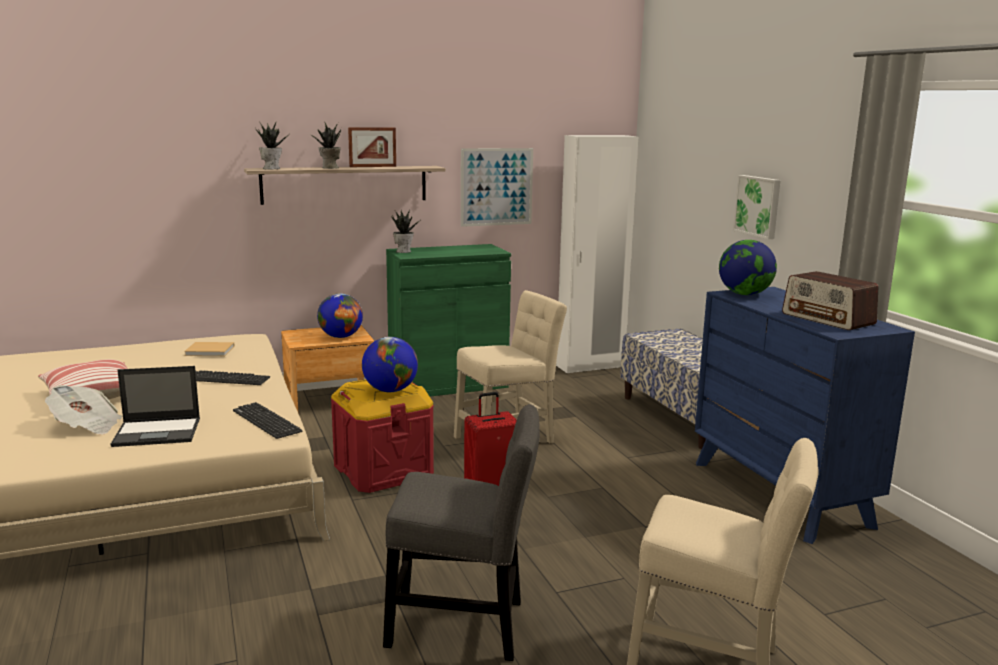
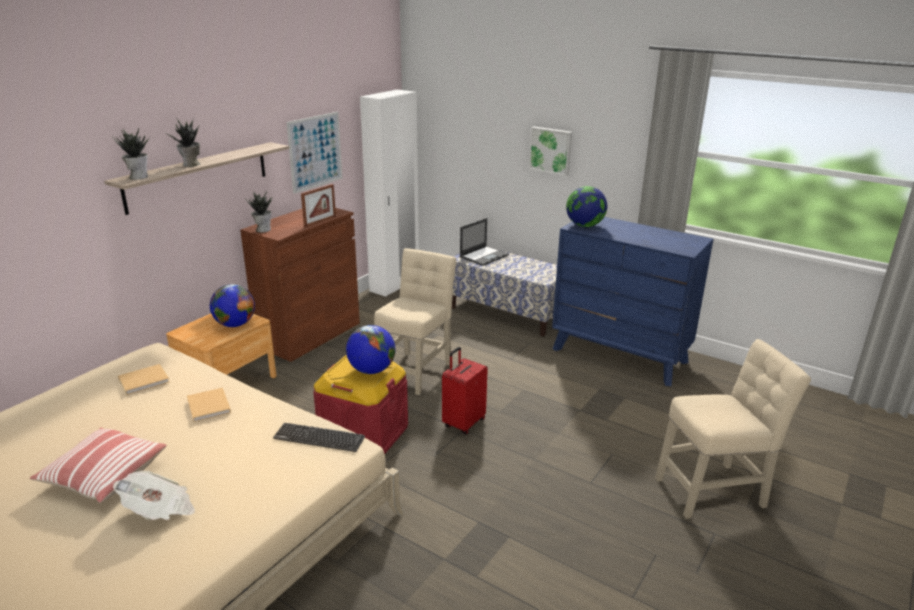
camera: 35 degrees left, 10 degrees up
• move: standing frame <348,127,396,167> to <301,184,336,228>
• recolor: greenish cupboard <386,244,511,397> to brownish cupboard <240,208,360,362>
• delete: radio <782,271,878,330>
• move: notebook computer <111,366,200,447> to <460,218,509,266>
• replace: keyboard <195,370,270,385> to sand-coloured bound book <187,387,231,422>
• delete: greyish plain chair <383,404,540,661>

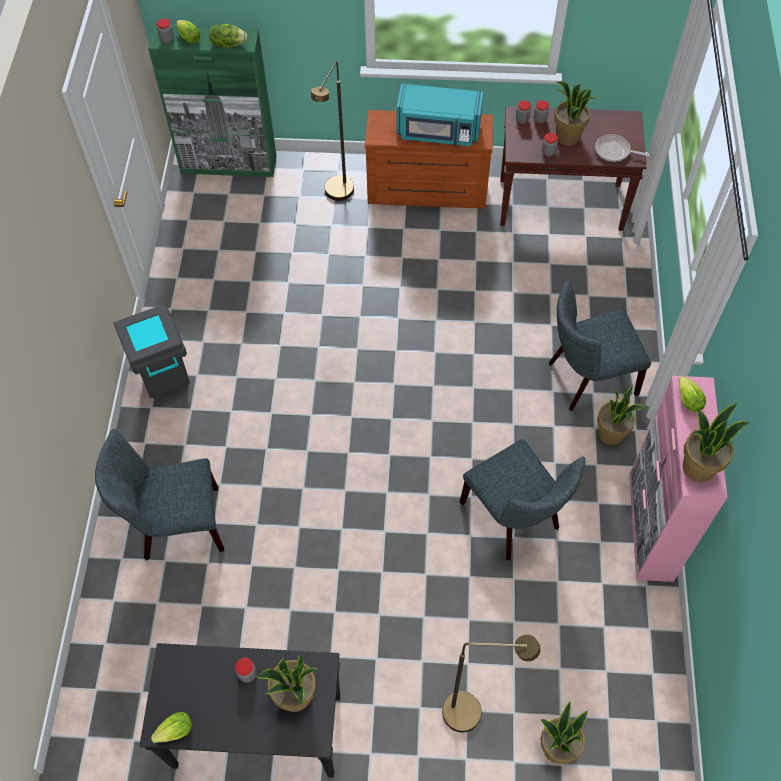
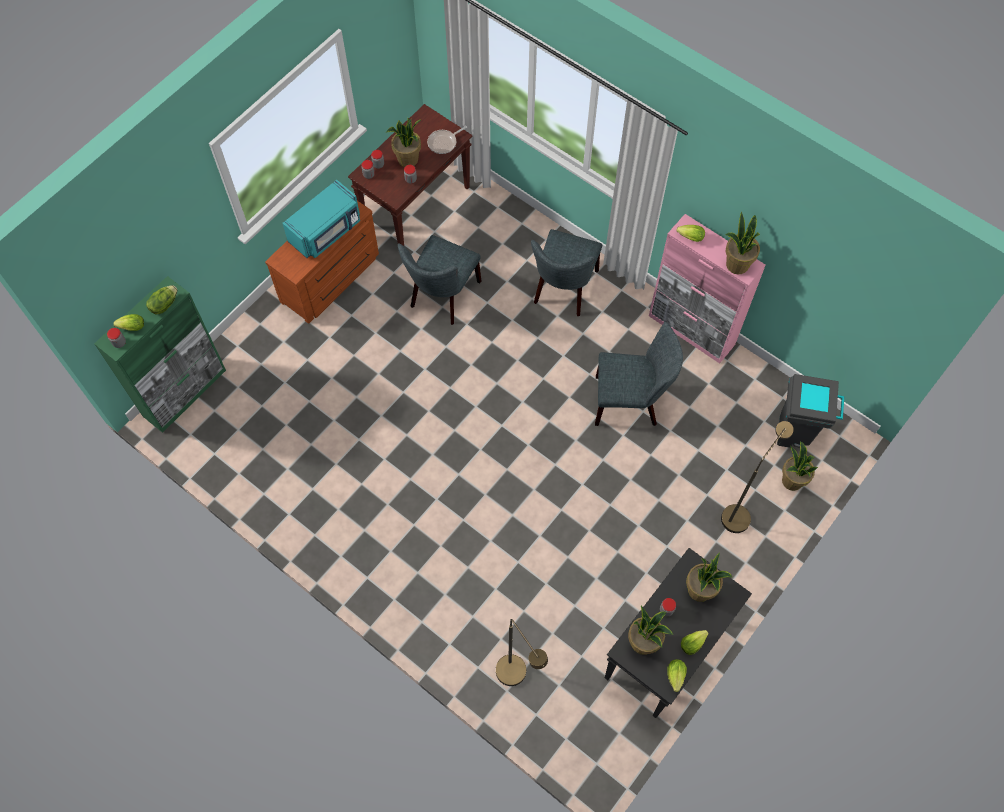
camera: 55 degrees left, 5 degrees up
• move: brownish standard lamp <311,61,354,201> to <496,619,548,686>
• move: greyish trash can <114,304,190,401> to <777,374,844,448>
• move: potted plant <597,384,646,445> to <628,606,673,655>
• move: greyish plain chair <95,429,224,561> to <398,235,481,325>
• insert: lettuce <681,630,709,655>

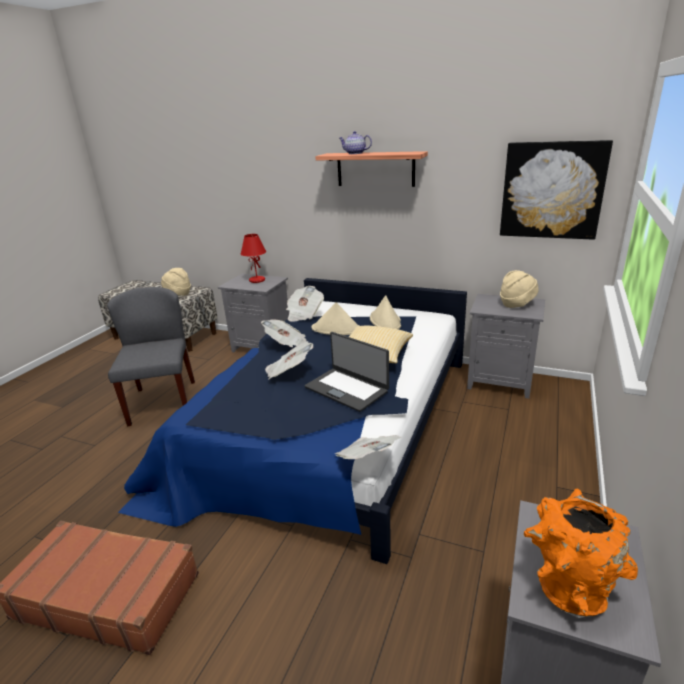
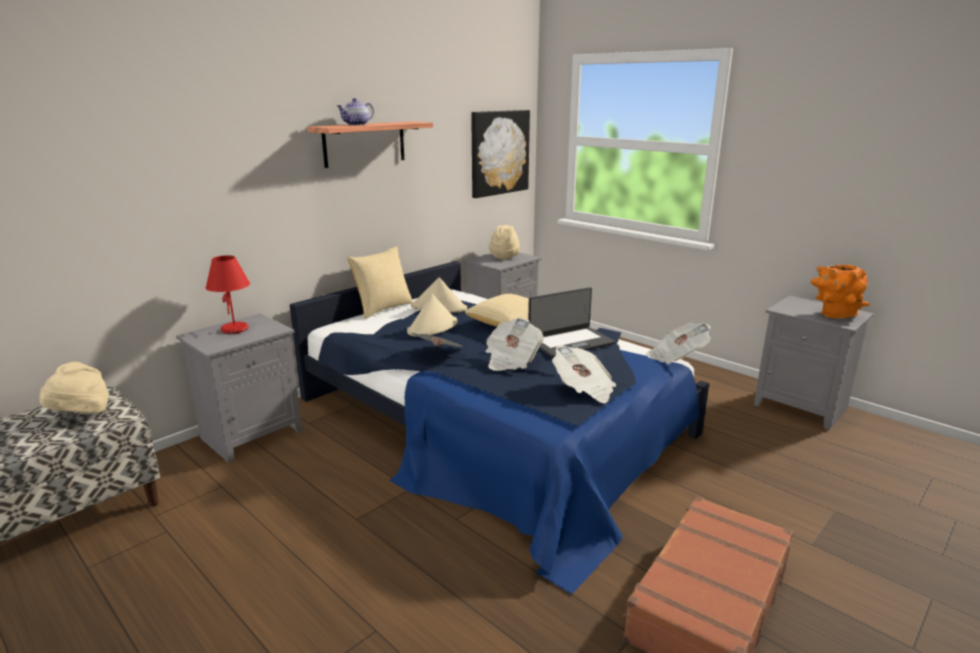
camera: 70 degrees left, 5 degrees down
• move: newspaper <286,286,324,322> to <552,345,616,403>
• delete: greyish plain chair <107,287,195,426>
• insert: throw pillow <347,246,413,319>

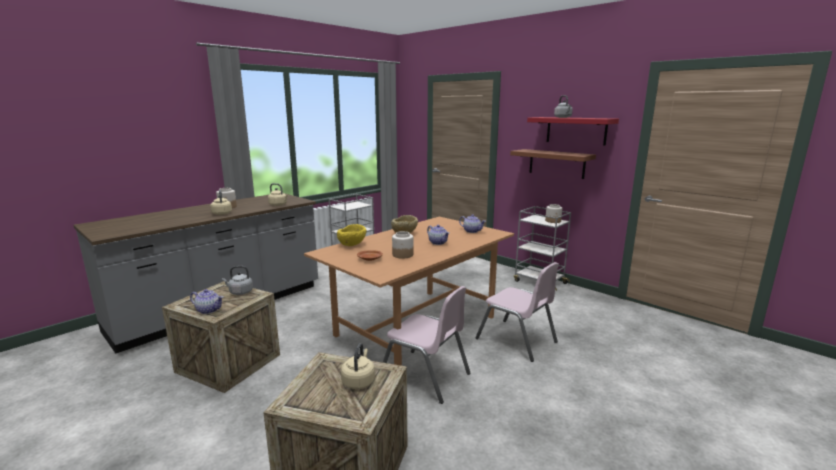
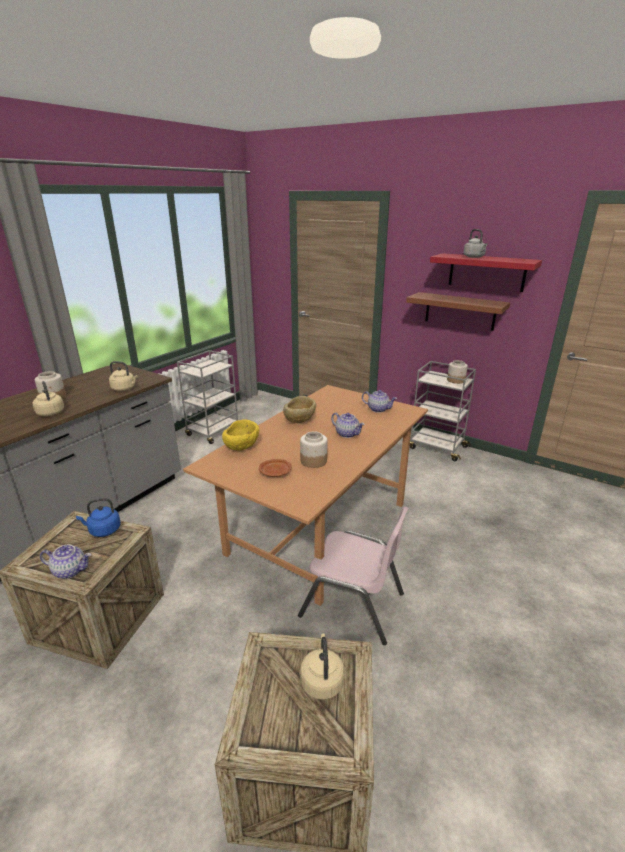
camera: 10 degrees left, 10 degrees up
• delete: pink plain chair <475,262,559,362>
• recolor: greyish water kettle <222,266,253,295> to blue water kettle <76,498,121,537>

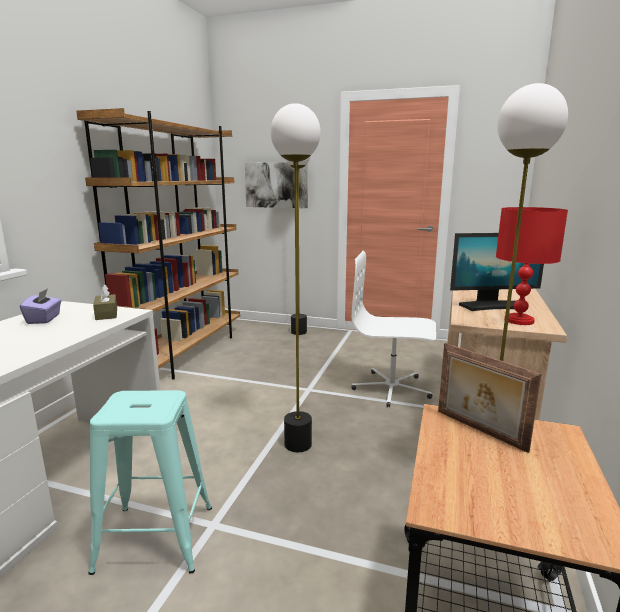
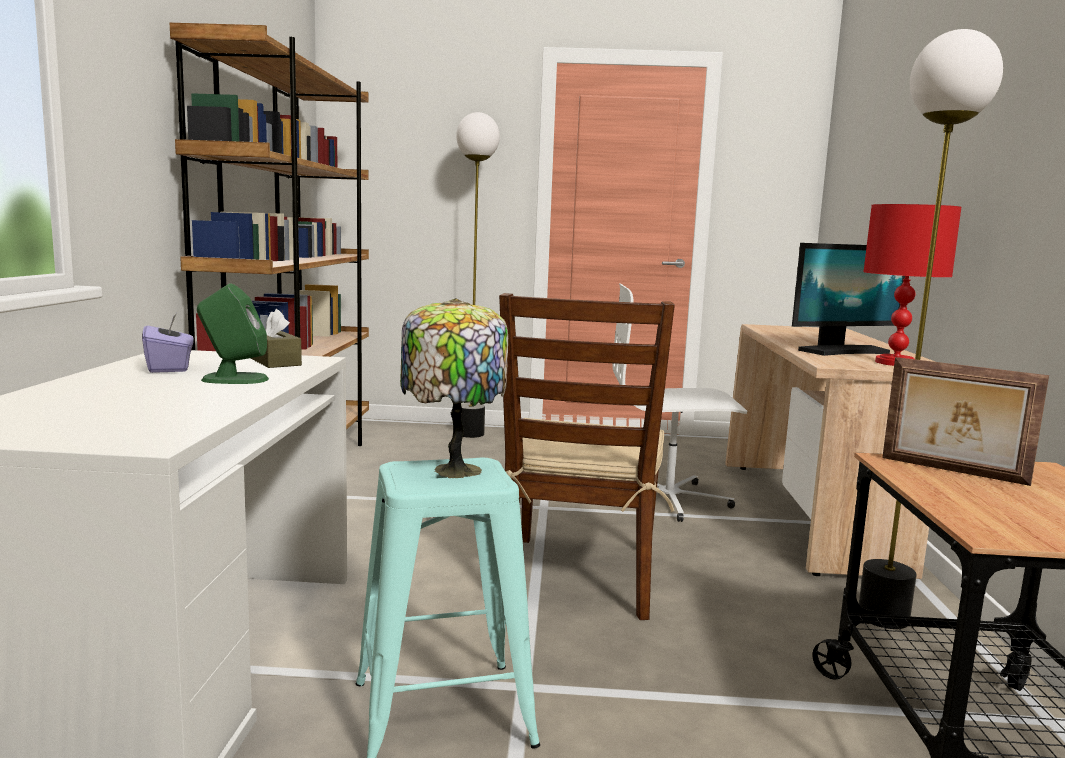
camera: 15 degrees left, 5 degrees down
• replace: standard lamp <271,103,321,452> to brownish plain chair <499,293,675,620>
• delete: wall art <245,162,308,208>
• insert: greenish loudspeaker <197,284,269,384>
• insert: lamp for a table <400,298,508,478>

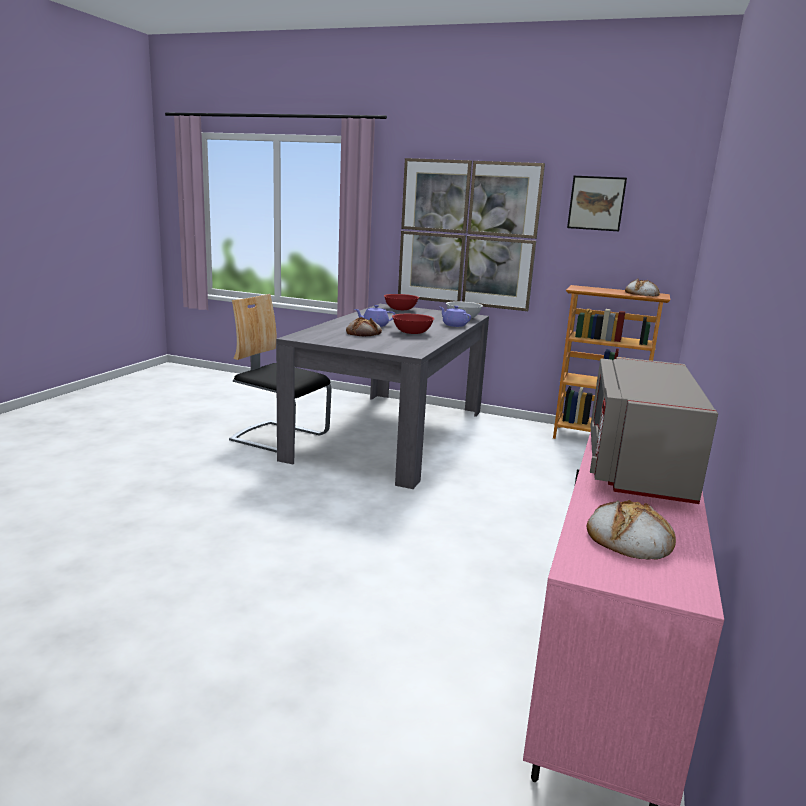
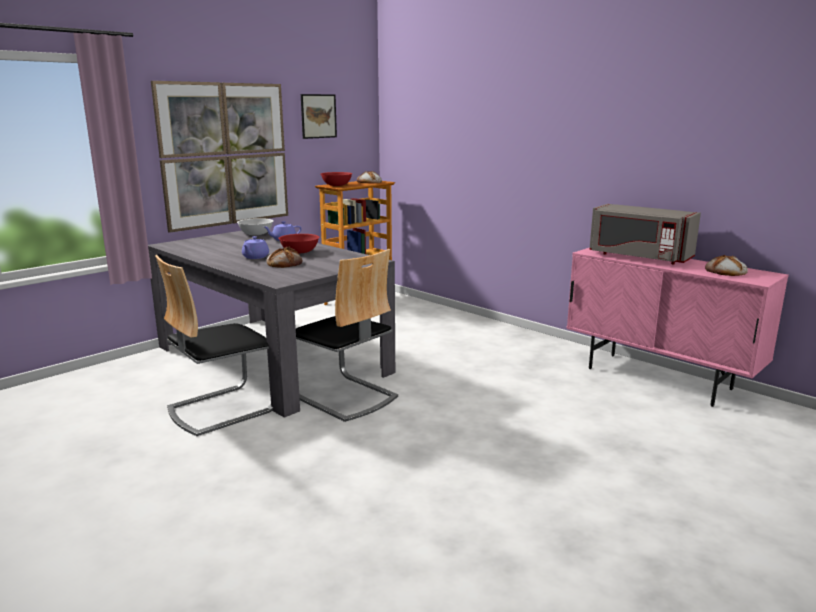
camera: 65 degrees left, 0 degrees up
• move: reddish bowl <384,294,419,310> to <321,172,353,186>
• insert: plain chair <296,249,398,422>

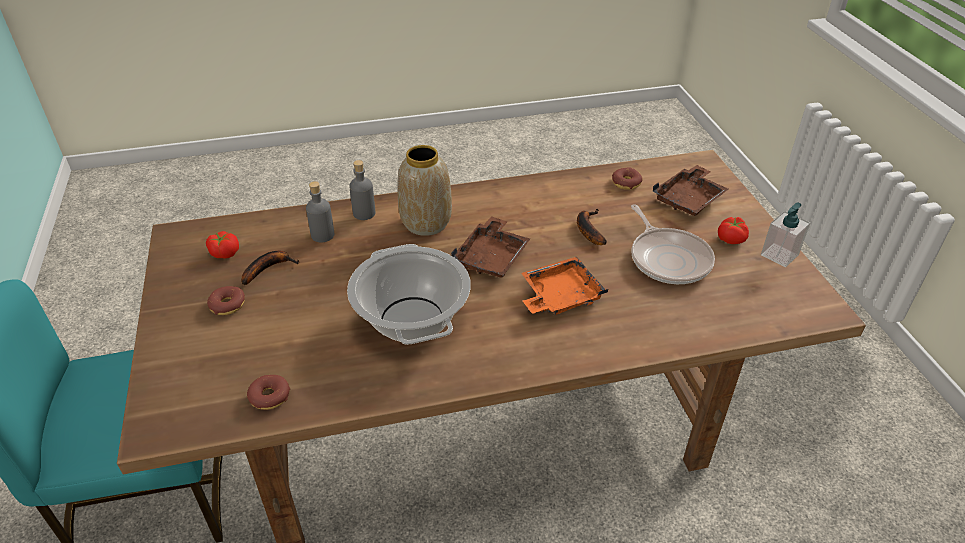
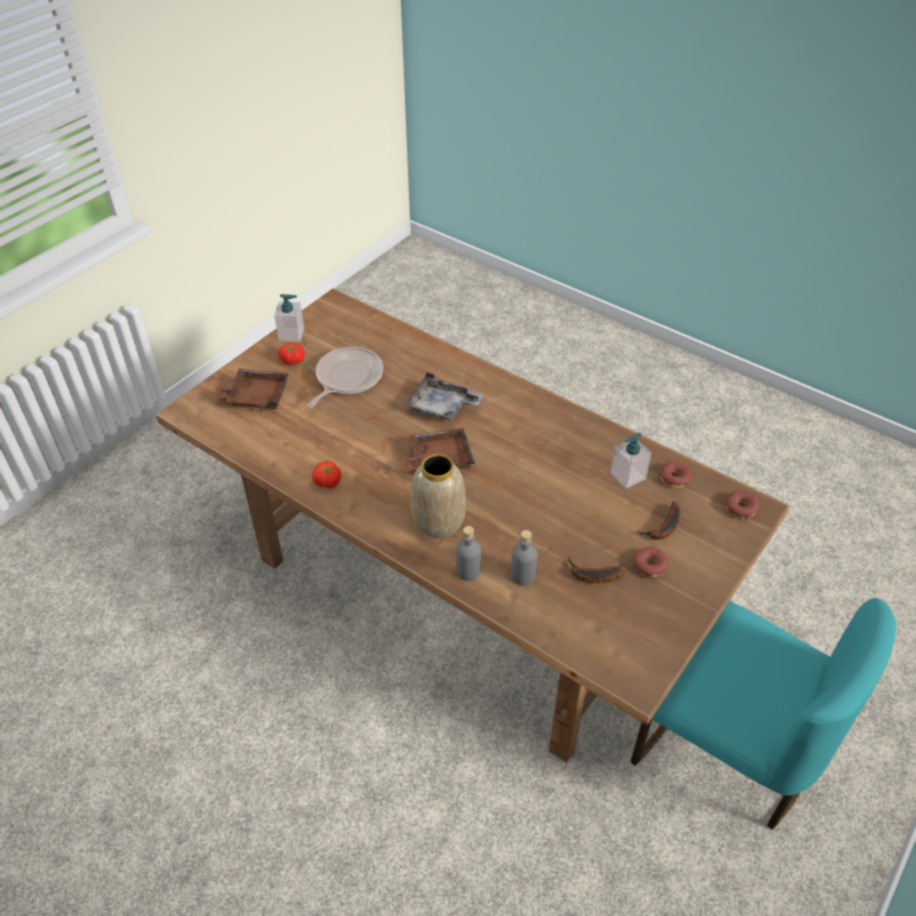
camera: 130 degrees left, 5 degrees up
• move: ring doughnut <612,167,643,190> to <726,491,759,520>
• move: banana <577,209,607,245> to <637,501,680,540>
• move: tomato <206,231,239,258> to <312,461,341,488>
• delete: saucepot <347,244,471,345>
• recolor: orangey serving tray <521,257,608,315> to greyish serving tray <404,372,484,421>
• insert: soap bottle <610,433,651,489>

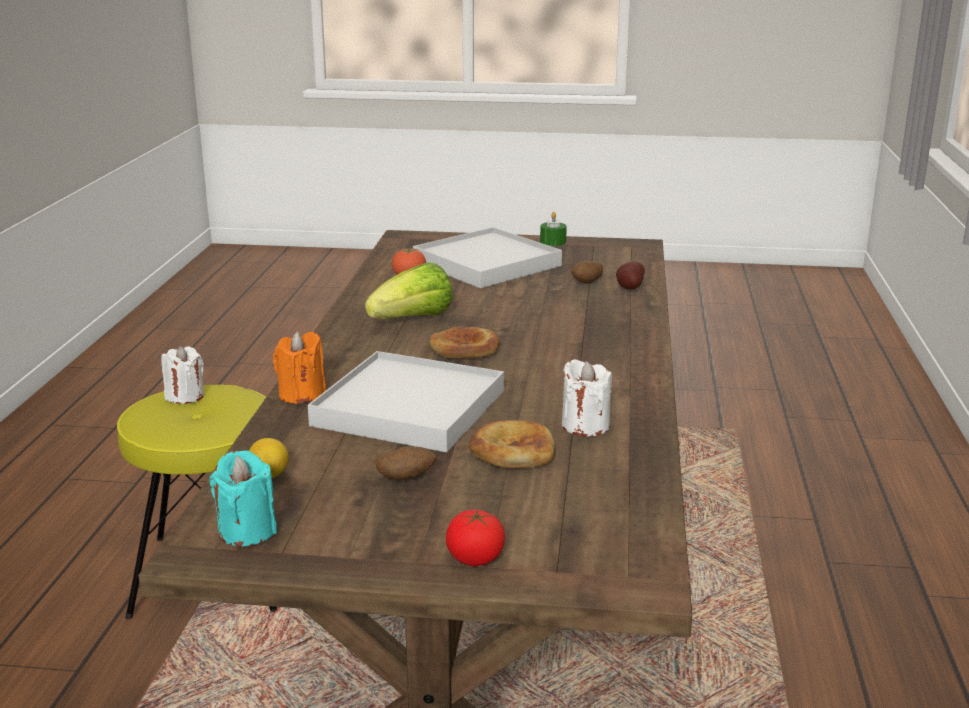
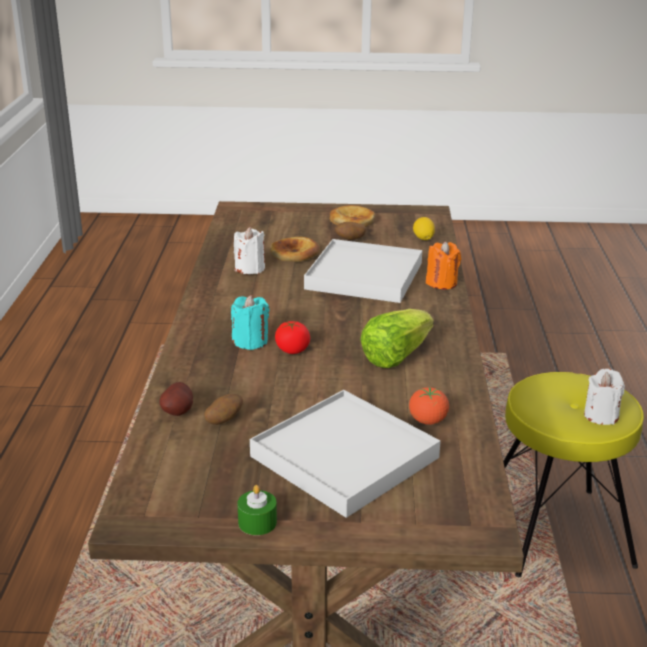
camera: 175 degrees right, 5 degrees up
• move: bakery bread <429,326,500,359> to <329,205,375,227>
• move: turquoise-coloured candle <209,450,277,547> to <231,295,269,350>
• move: tomato <446,509,505,566> to <275,321,310,354>

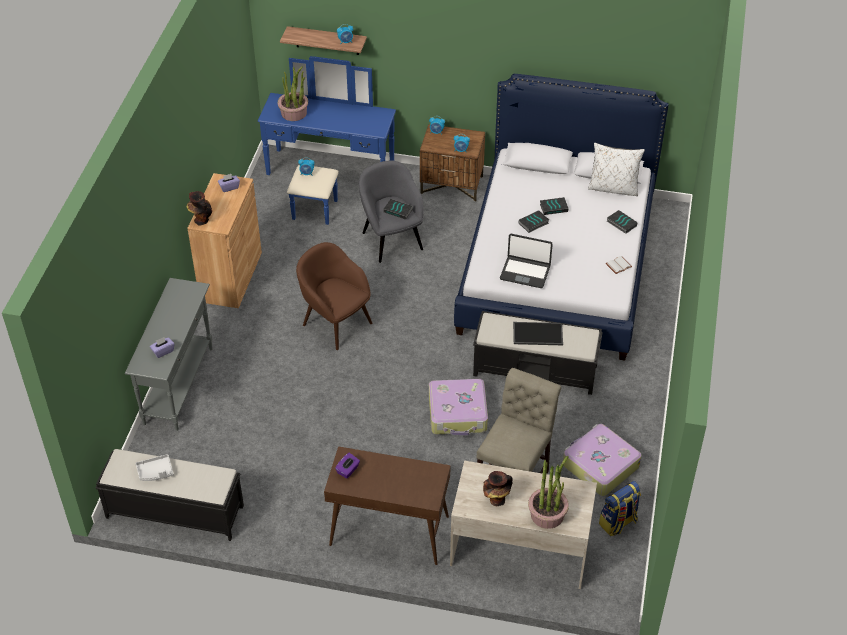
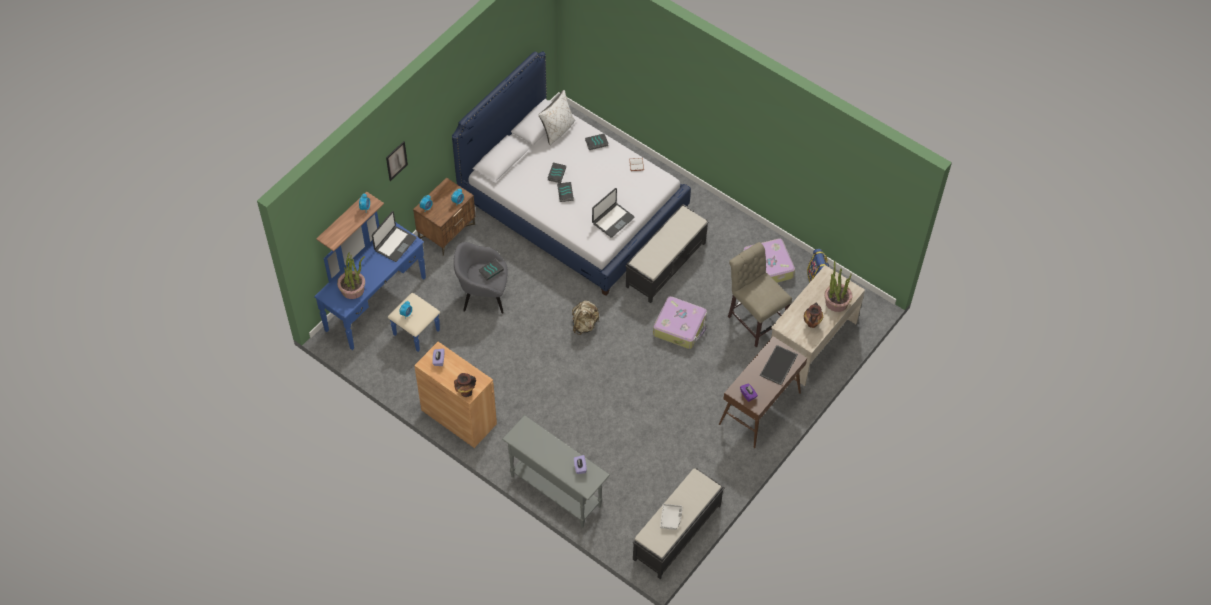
camera: 65 degrees left, 10 degrees up
• delete: brownish armchair <296,242,372,350>
• move: serving tray <513,322,563,345> to <760,345,798,385>
• insert: wall art <386,141,408,181>
• insert: notebook computer <372,211,416,262>
• insert: sand-coloured rucksack <572,300,599,335>

